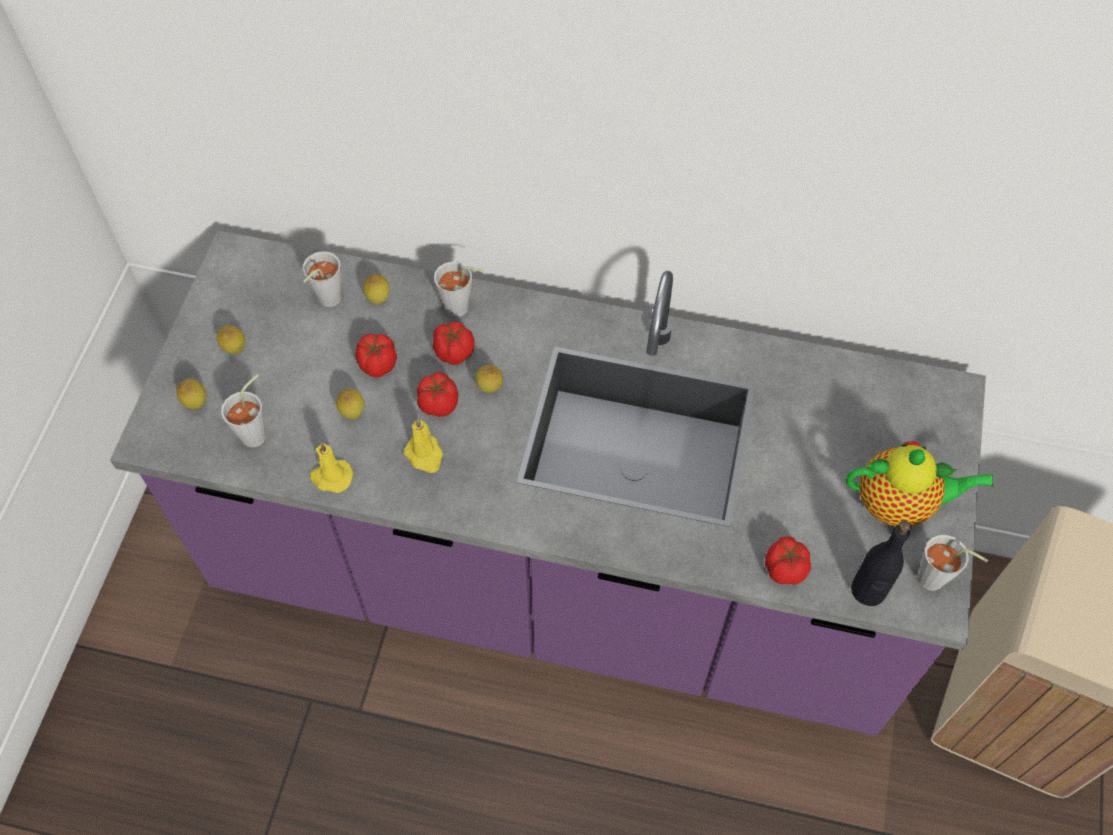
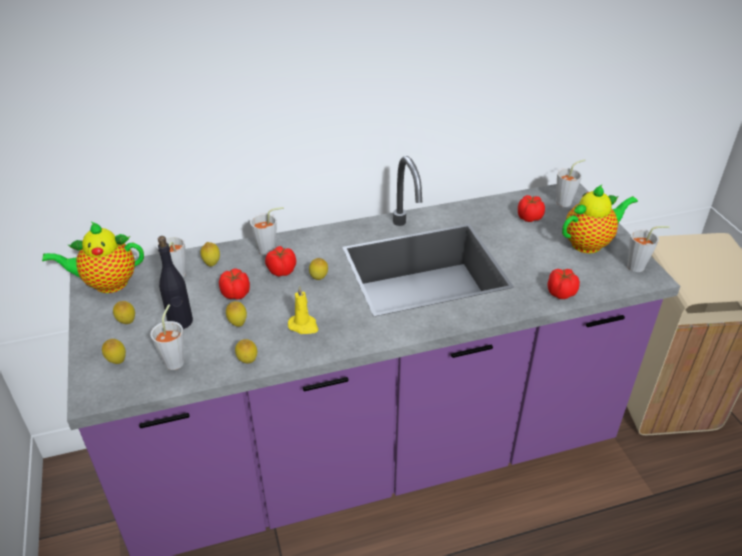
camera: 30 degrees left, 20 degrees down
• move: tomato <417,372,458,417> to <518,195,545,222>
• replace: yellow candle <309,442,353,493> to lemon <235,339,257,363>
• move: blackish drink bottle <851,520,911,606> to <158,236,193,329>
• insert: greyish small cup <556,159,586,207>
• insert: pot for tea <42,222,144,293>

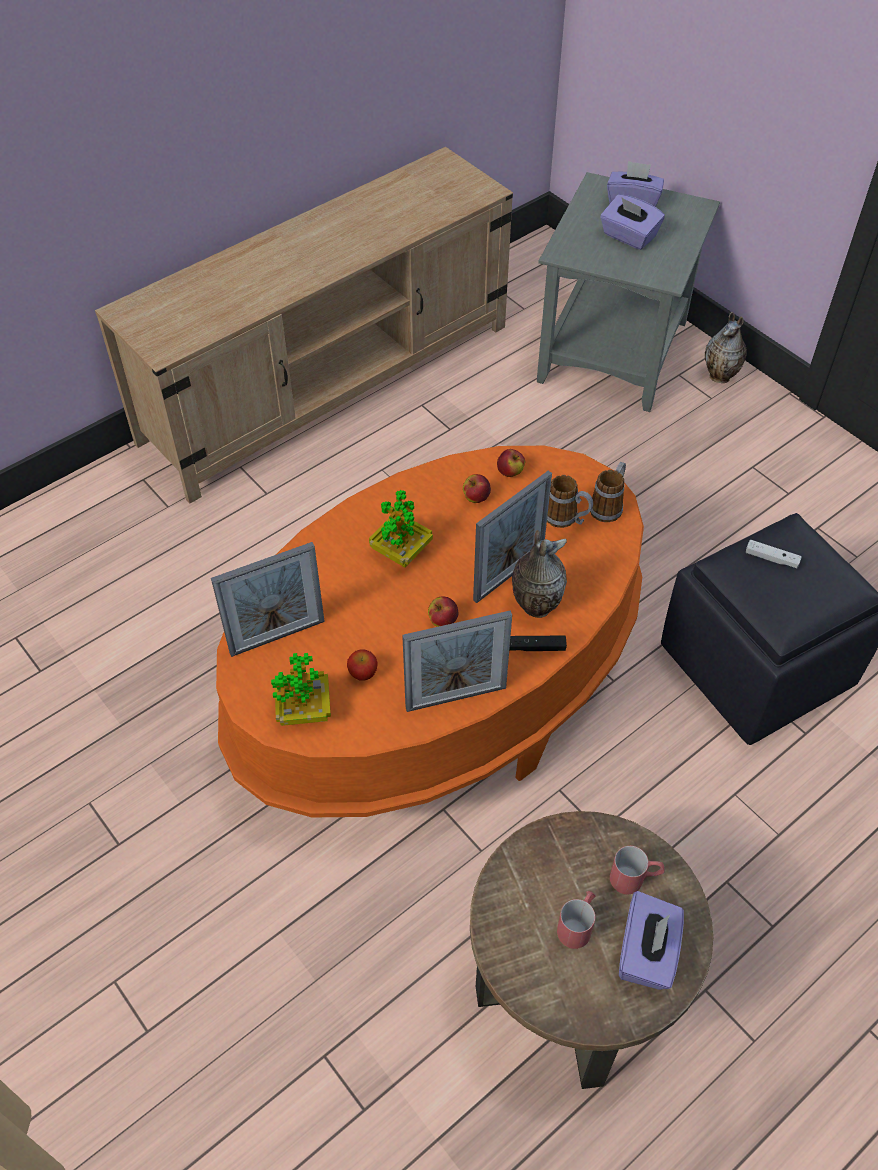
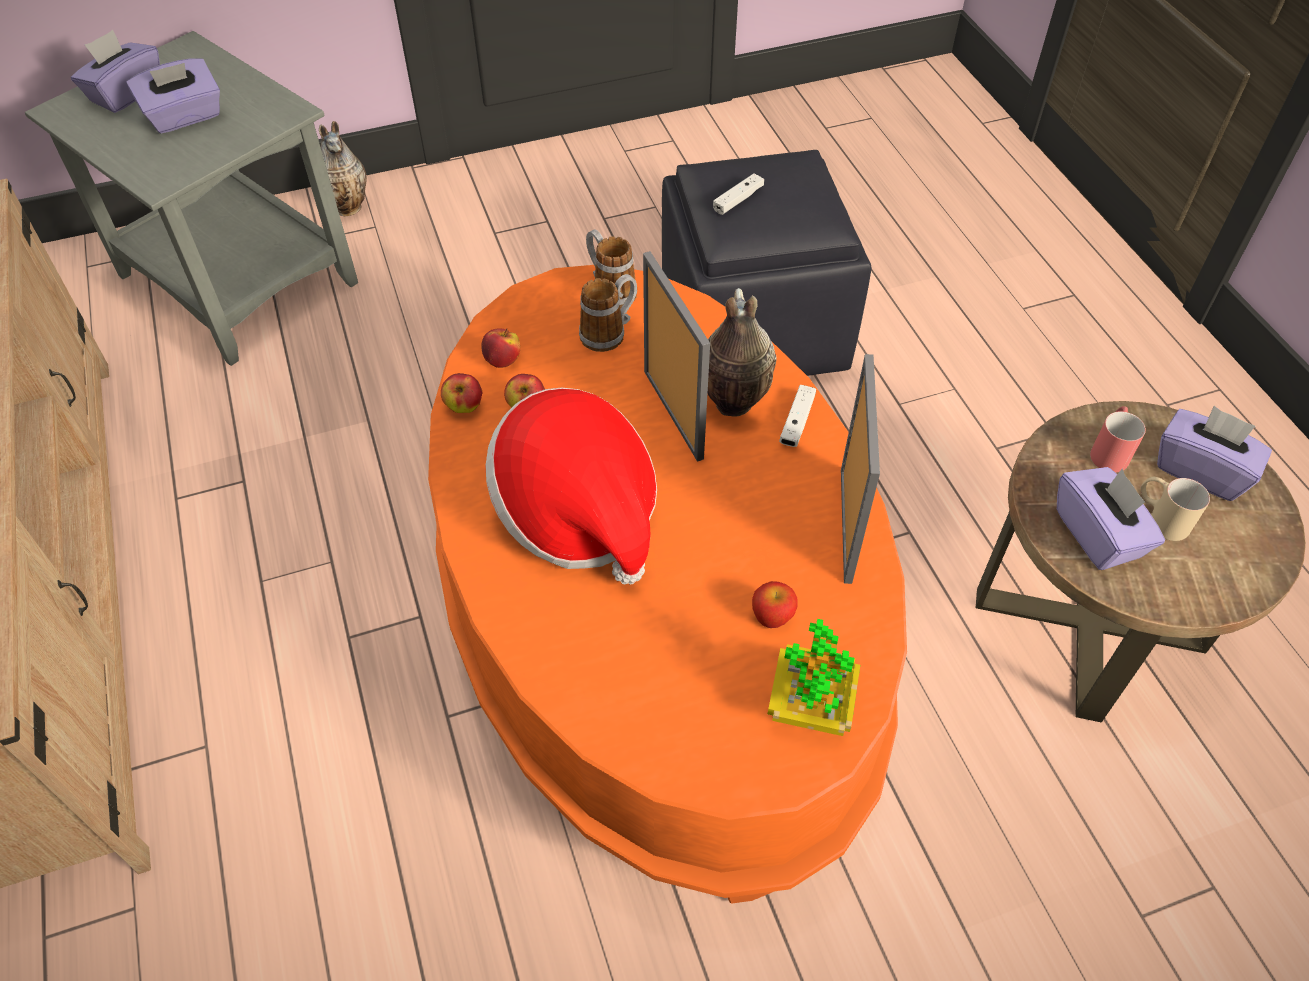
camera: 70 degrees left, 0 degrees up
• replace: potted plant <369,490,433,568> to wearable hat <486,388,657,585>
• delete: standing frame <211,542,325,657>
• move: whole apple <428,596,458,627> to <441,373,482,413>
• recolor: blackish joypad <509,636,567,651> to white joypad <779,385,816,447>
• recolor: reddish mug <557,891,595,949> to sand-coloured mug <1141,477,1210,541>
• insert: purplish tissue box <1057,467,1165,570>

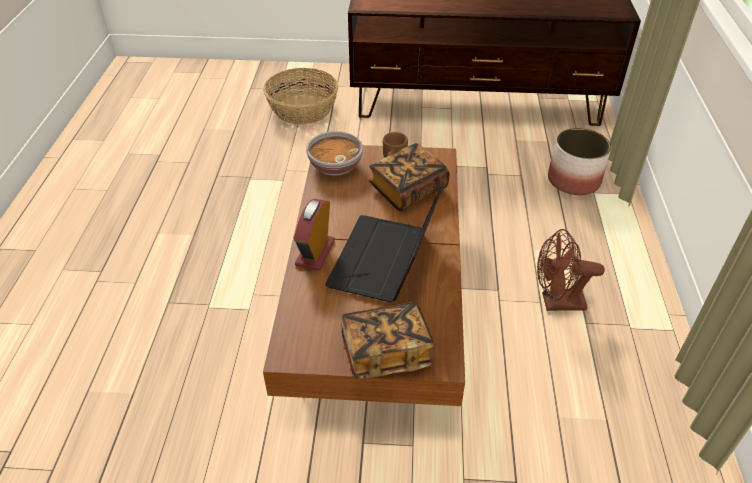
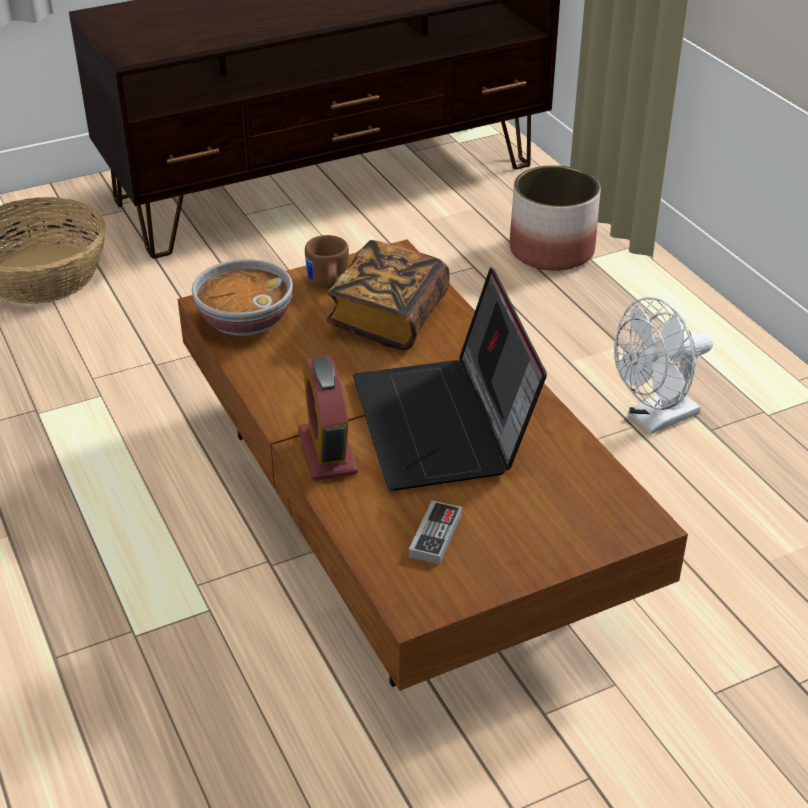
camera: 30 degrees left, 5 degrees down
• recolor: brownish electric fan <537,229,605,311> to white electric fan <614,297,713,434>
• delete: bound book <340,302,435,379>
• insert: joypad <409,500,462,564>

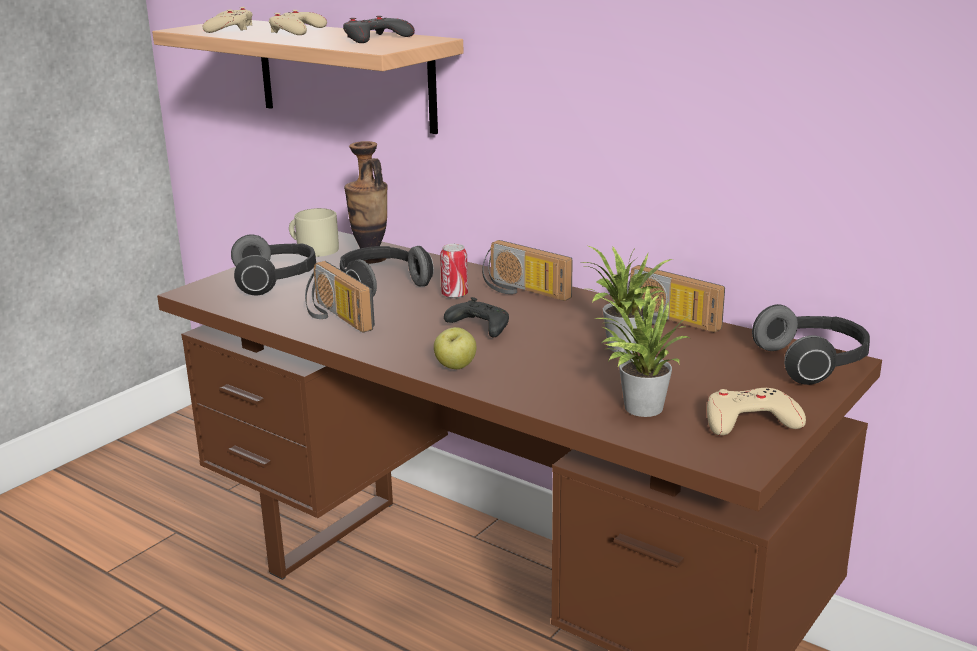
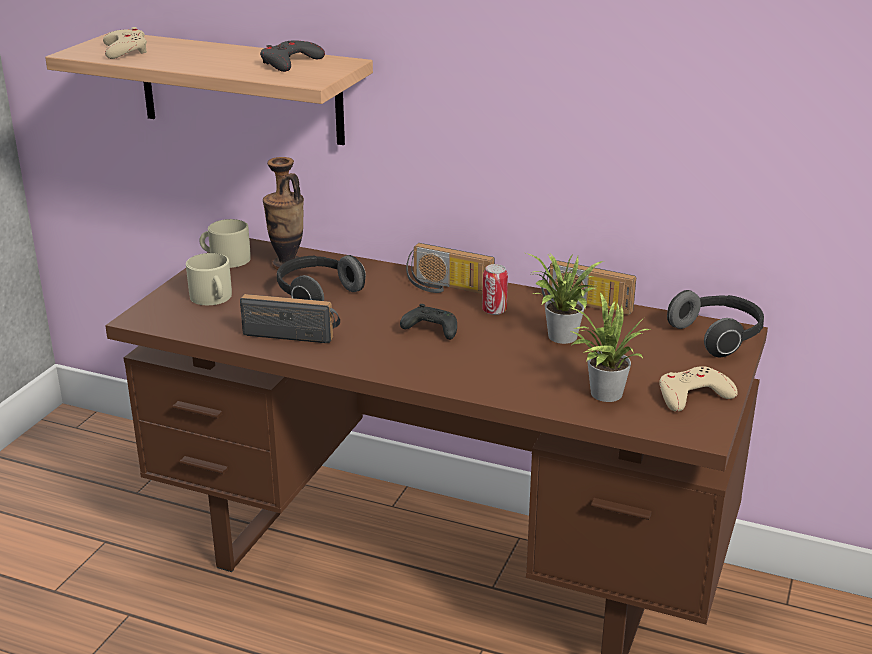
camera: 15 degrees left, 5 degrees up
• delete: sand-coloured joypad <269,10,327,35>
• replace: headphones <231,234,316,295> to sand-coloured mug <186,253,232,305>
• move: can <440,244,468,299> to <482,264,508,315>
• rotate: radio <305,261,375,332> = <240,294,340,343> 150 degrees clockwise
• delete: whole apple <434,327,477,369>

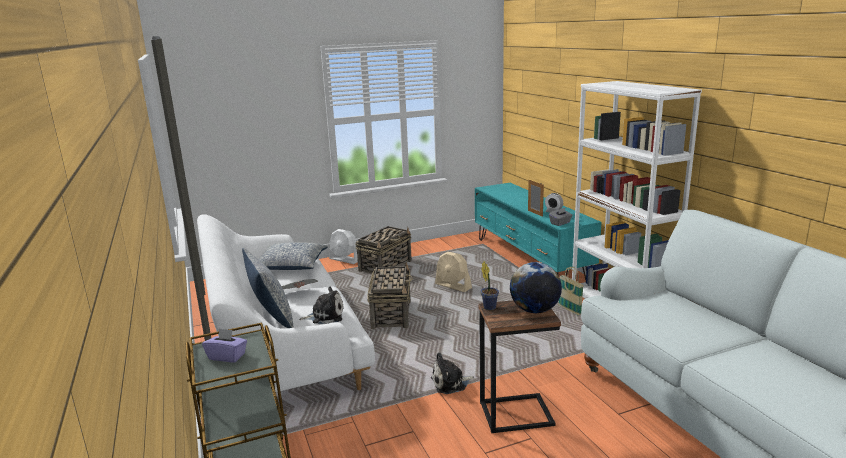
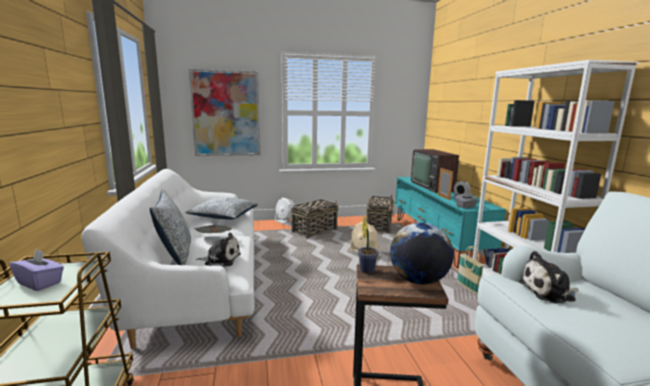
camera: 10 degrees right, 5 degrees down
• move: household basket <367,262,413,329> to <366,195,396,234>
• move: plush toy <431,352,474,394> to <519,251,579,304>
• insert: wall art <189,69,260,156>
• insert: TV <411,149,459,193>

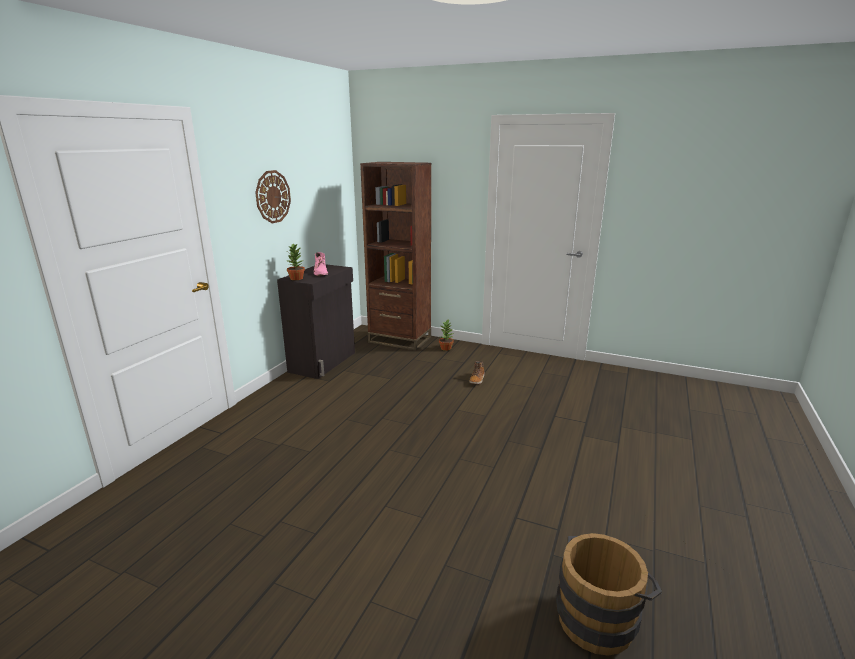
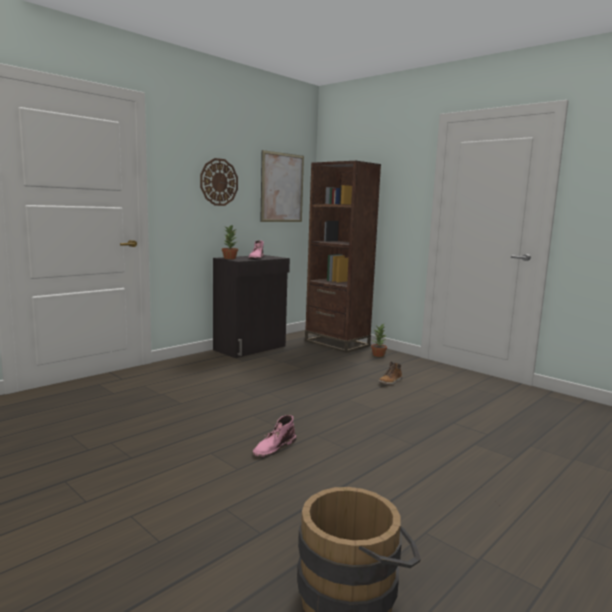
camera: 20 degrees right, 10 degrees down
• insert: wall art <260,150,304,222>
• insert: pink tall boot <252,415,296,458>

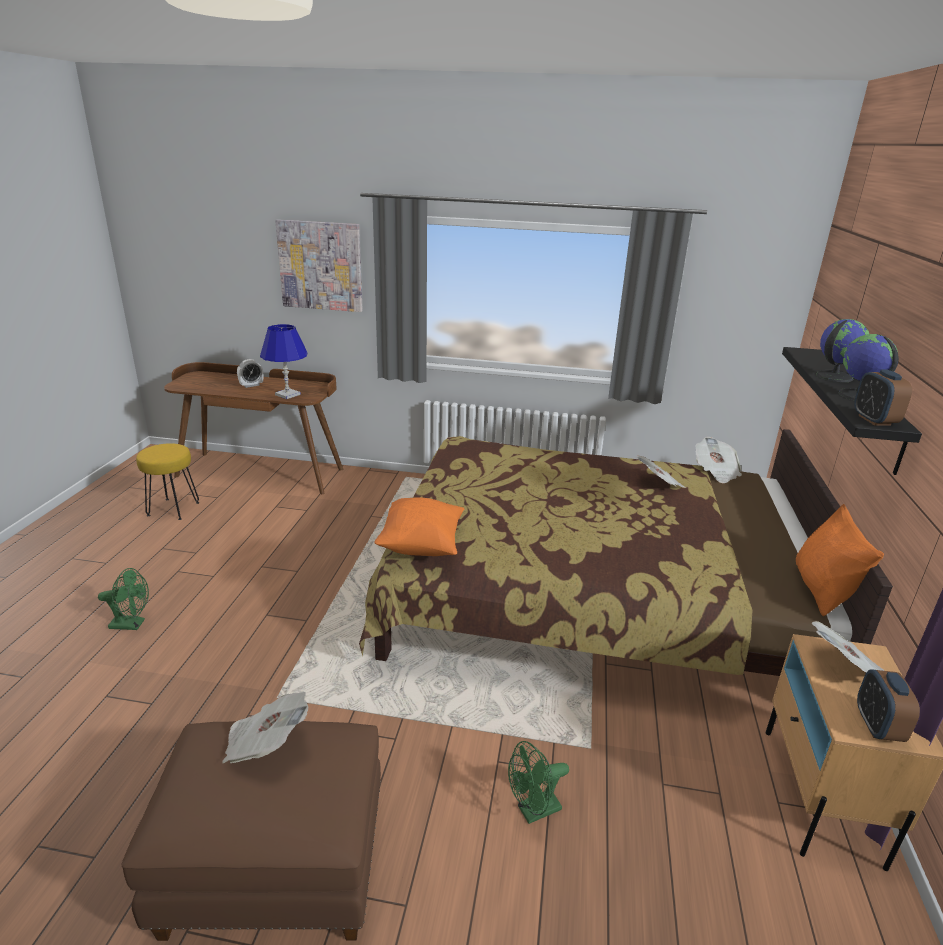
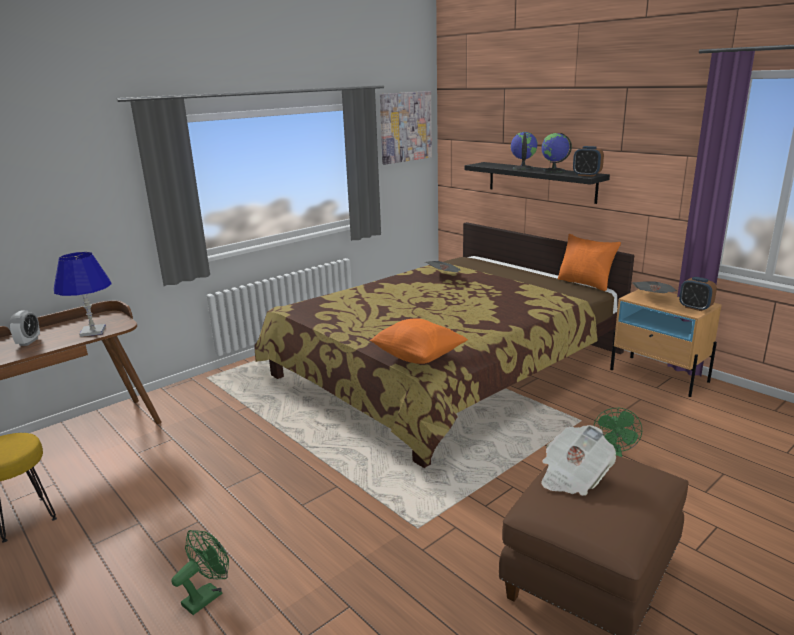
camera: 50 degrees left, 5 degrees down
• move: wall art <275,219,363,312> to <380,91,432,164>
• delete: newspaper <695,437,742,483>

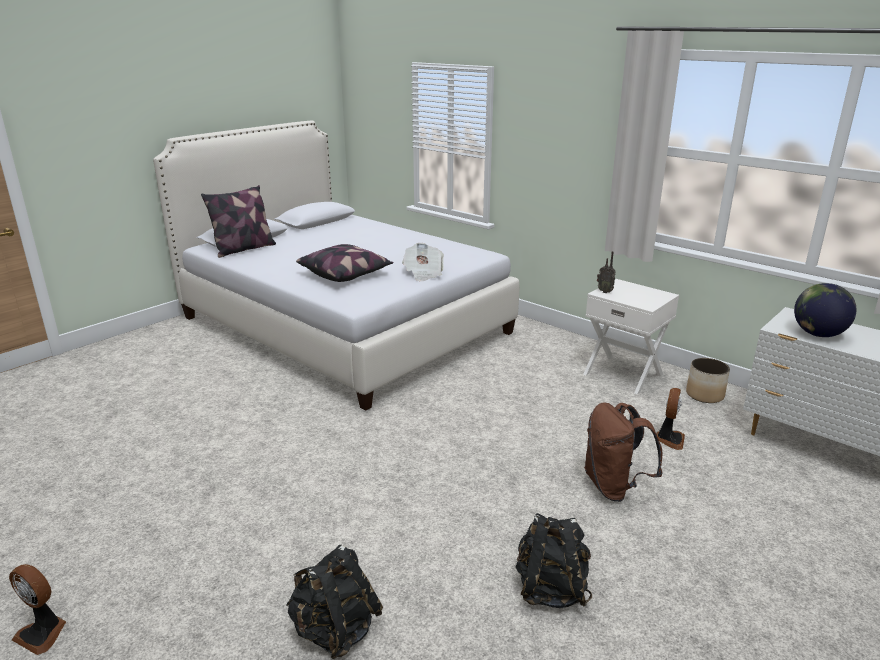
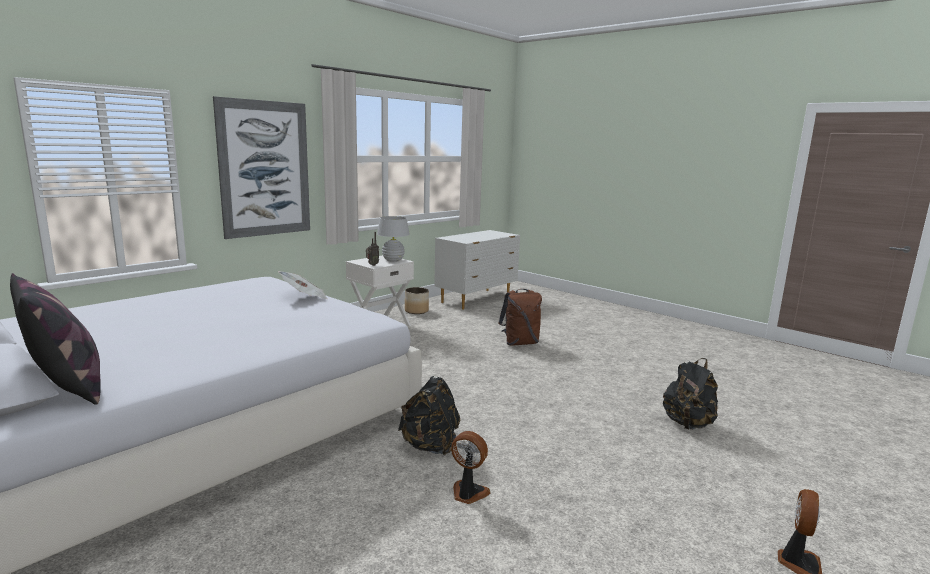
camera: 90 degrees left, 10 degrees down
• delete: throw pillow <296,244,394,282>
• delete: globe <794,283,856,337>
• move: electric fan <656,388,685,450> to <451,431,491,504>
• move: blackish rucksack <515,513,592,608> to <398,376,460,456>
• insert: wall art <213,96,310,239>
• insert: white lamp for a table <377,216,410,262>

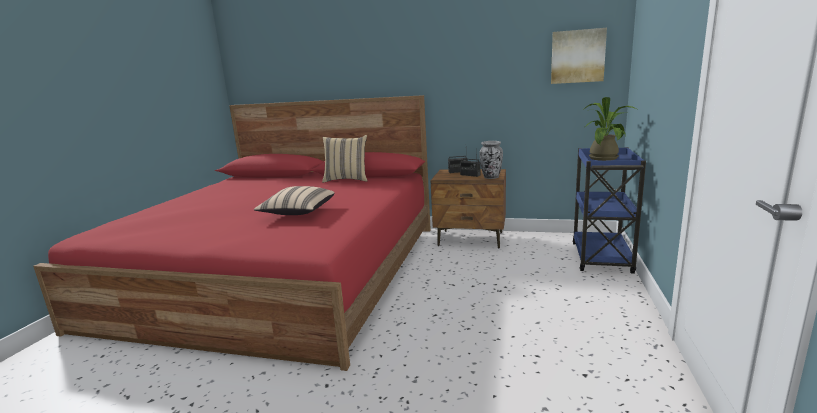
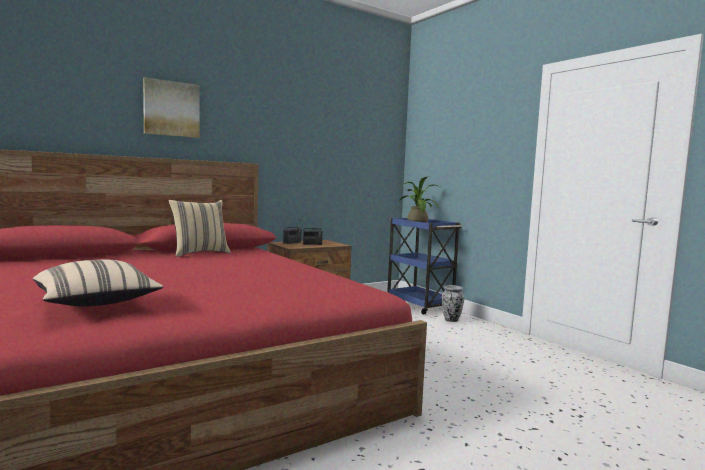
camera: 50 degrees left, 10 degrees down
• move: wall art <551,28,607,84> to <143,77,200,138>
• move: vase <479,141,503,179> to <442,285,464,322>
• move: sand-coloured throw pillow <254,186,335,215> to <33,259,164,307>

